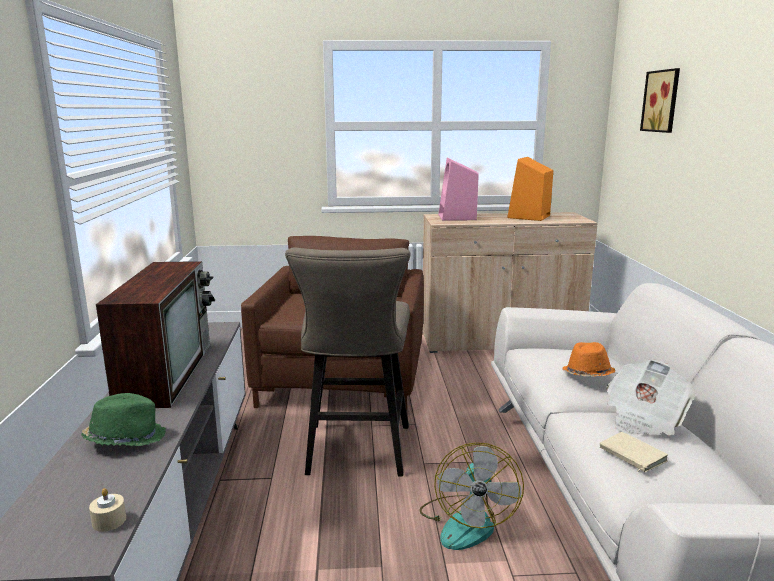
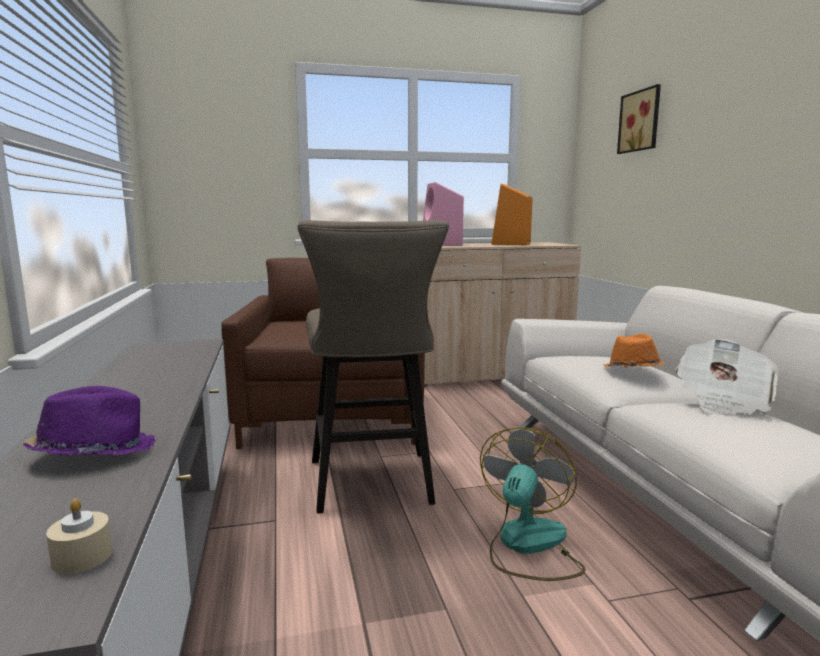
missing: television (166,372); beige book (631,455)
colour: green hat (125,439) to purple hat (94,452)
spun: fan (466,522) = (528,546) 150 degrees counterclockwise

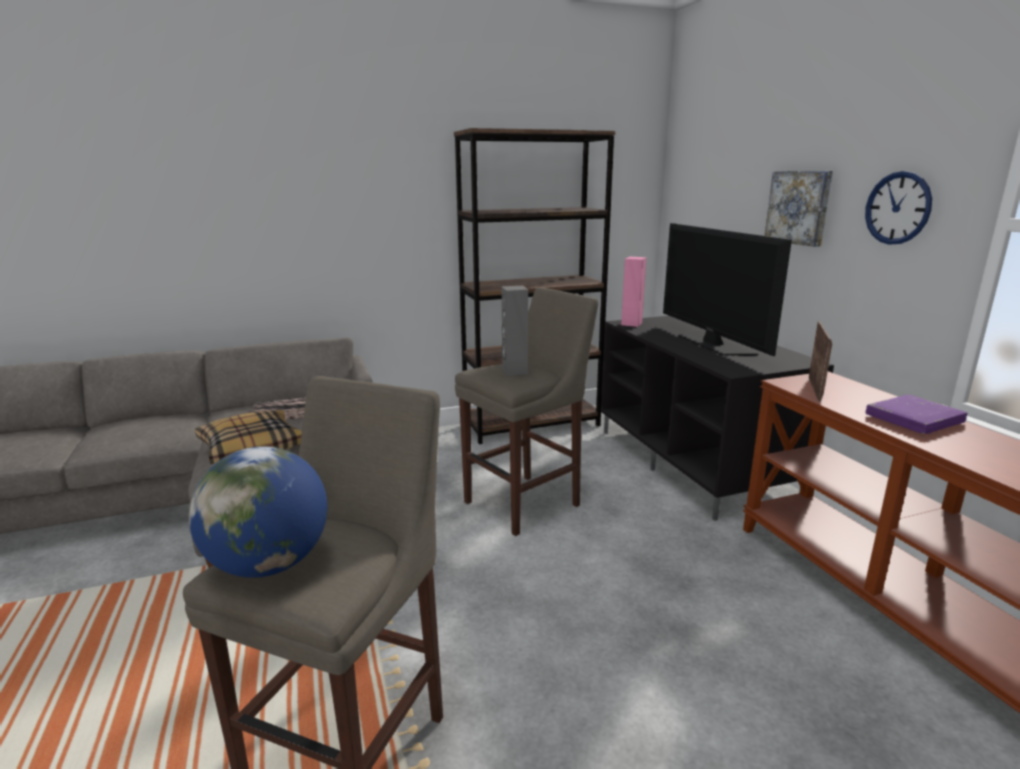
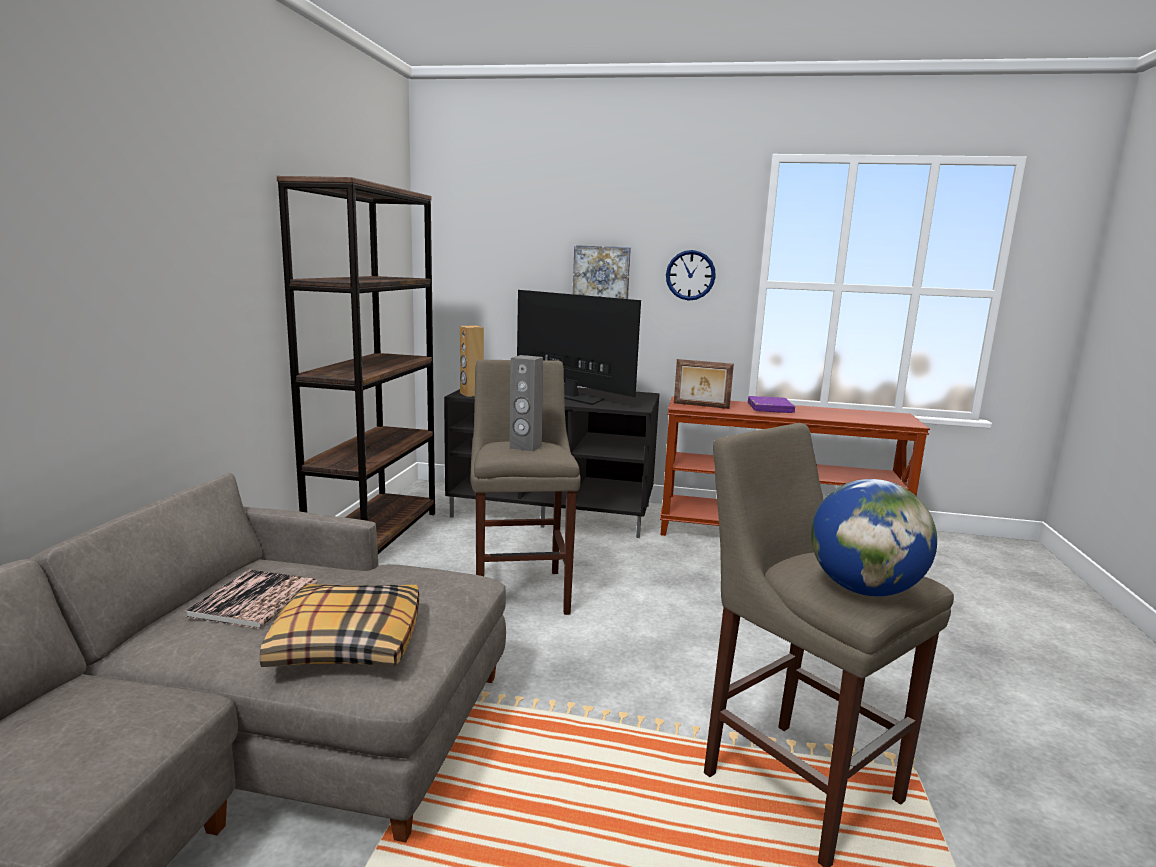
colour: pink speaker (631,324) to brown speaker (471,394)
spun: television (712,343) = (569,395) 150 degrees counterclockwise; picture frame (815,389) = (701,406) 150 degrees clockwise

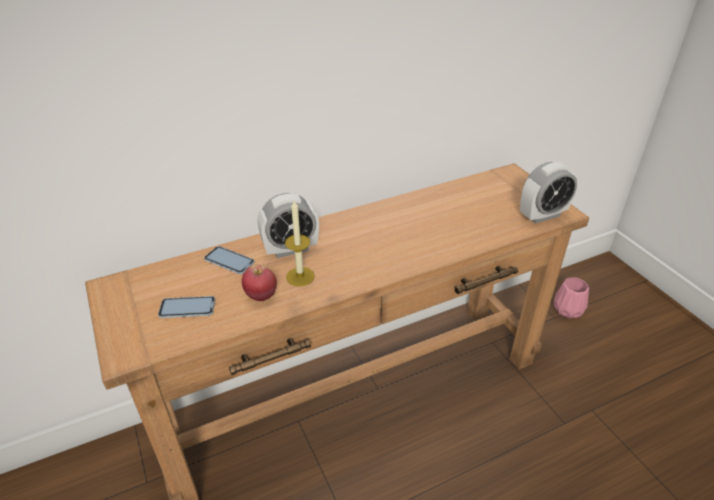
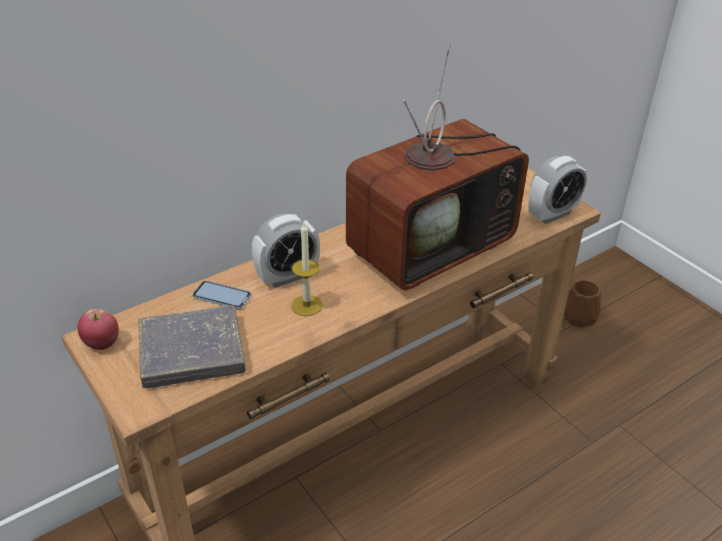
appeared: television (431,245)
relocated: apple (261,296) to (102,344)
exchanged: phone (187,308) to grey book (191,352)
colour: pink vase (568,309) to brown vase (579,317)

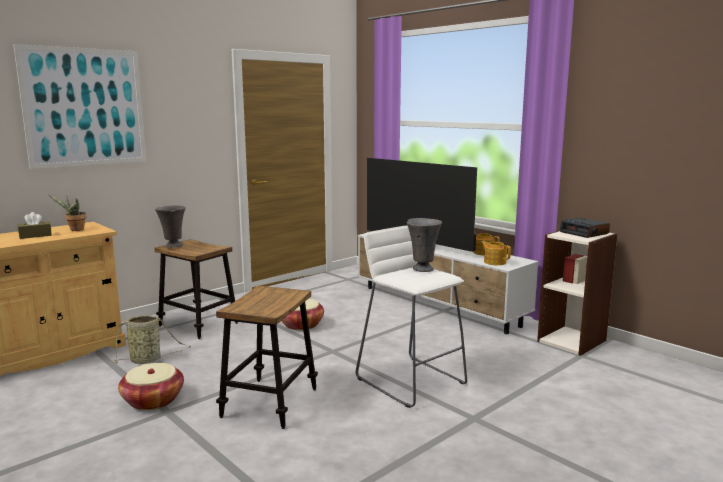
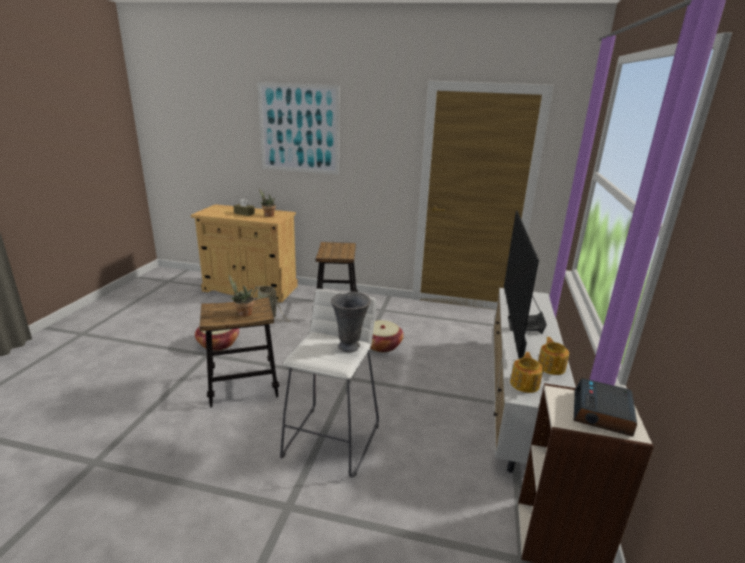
missing: grey vase (173,246)
appeared: potted plant (243,314)

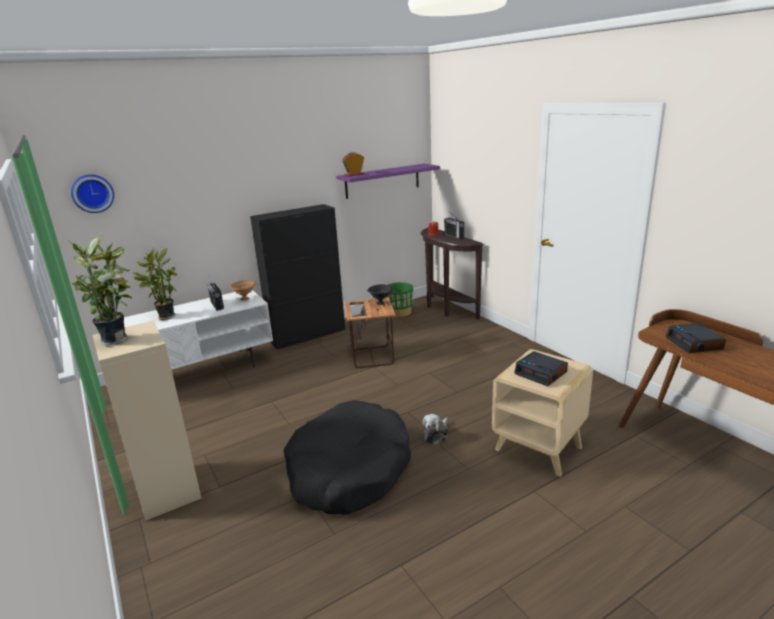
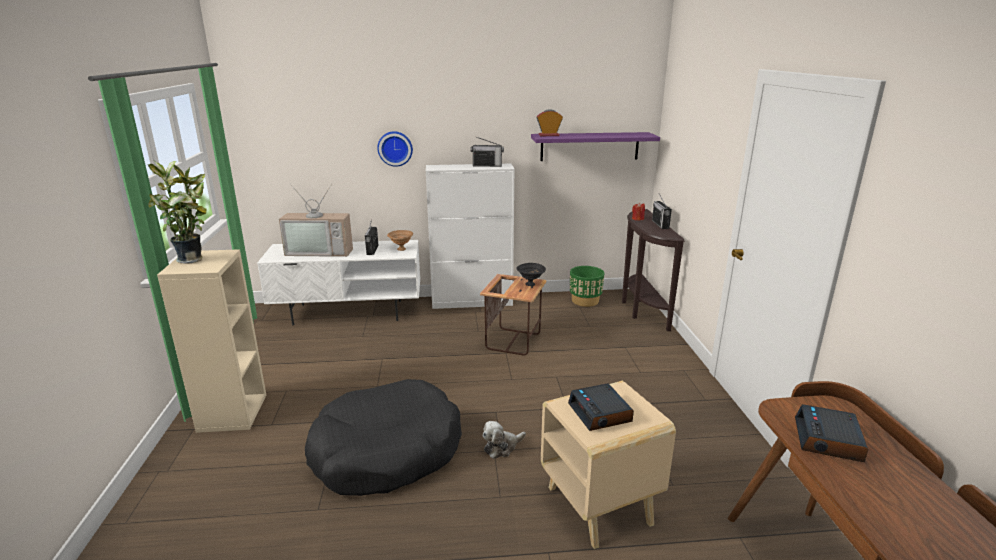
appeared: radio (487,165)
relocated: wall clock (92,193) to (395,148)
exchanged: potted plant (165,317) to television (321,251)
colour: black cabinet (308,335) to white cabinet (472,302)

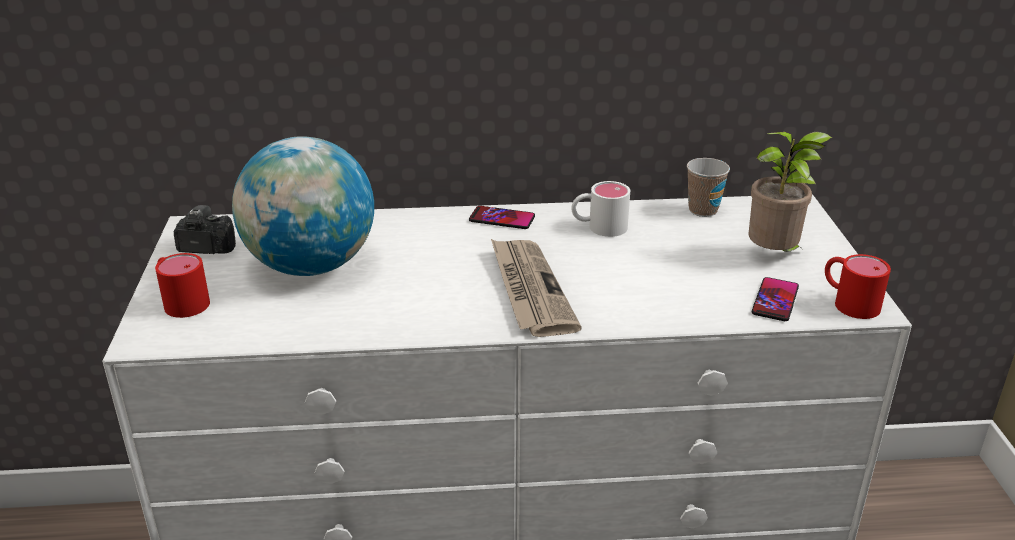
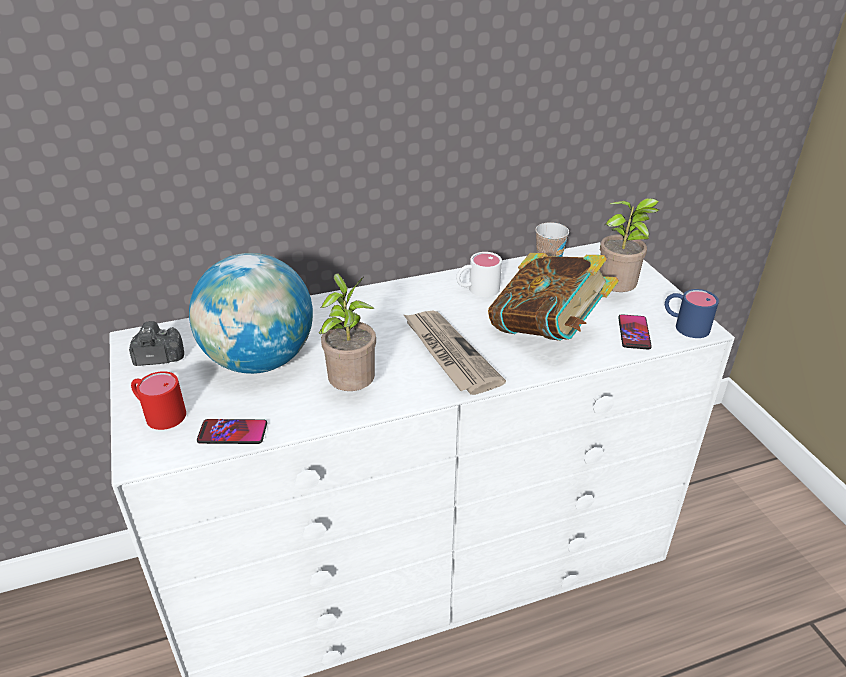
appeared: potted plant (352,389); book (547,332)
relocated: phone (502,219) to (232,432)
colour: red mug (848,301) to blue mug (684,325)

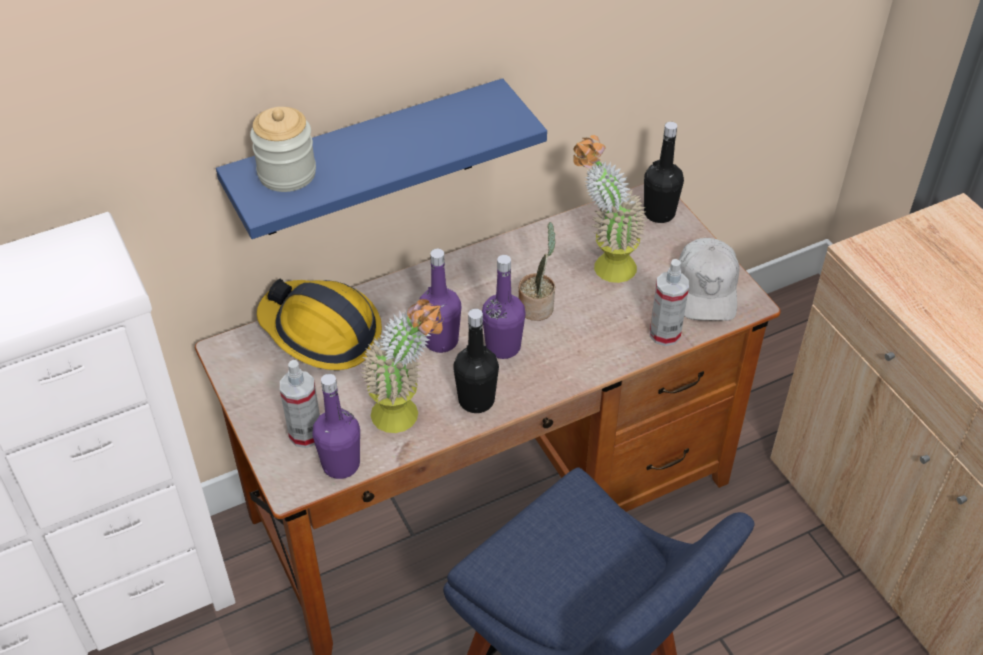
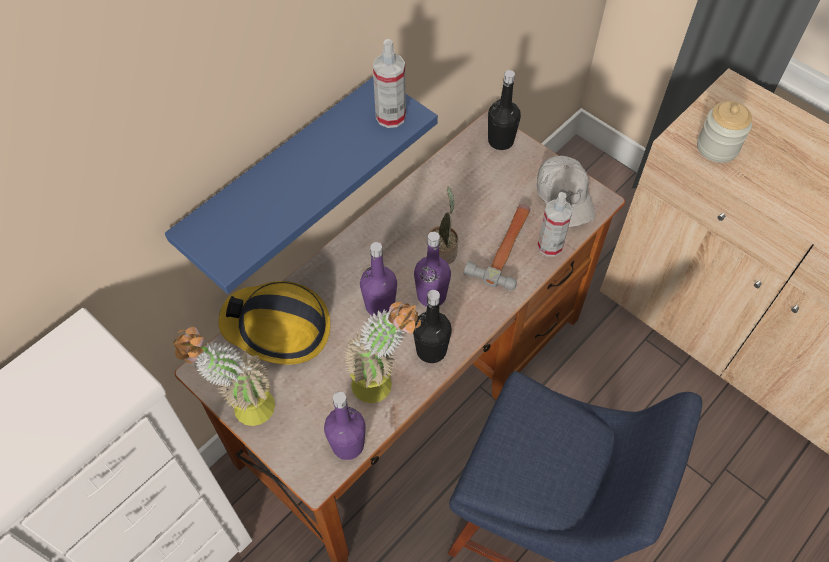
appeared: hammer (505,247)
relocated: jar (287,174) to (717,147); spray bottle (305,434) to (390,116); potted plant (603,265) to (243,408)

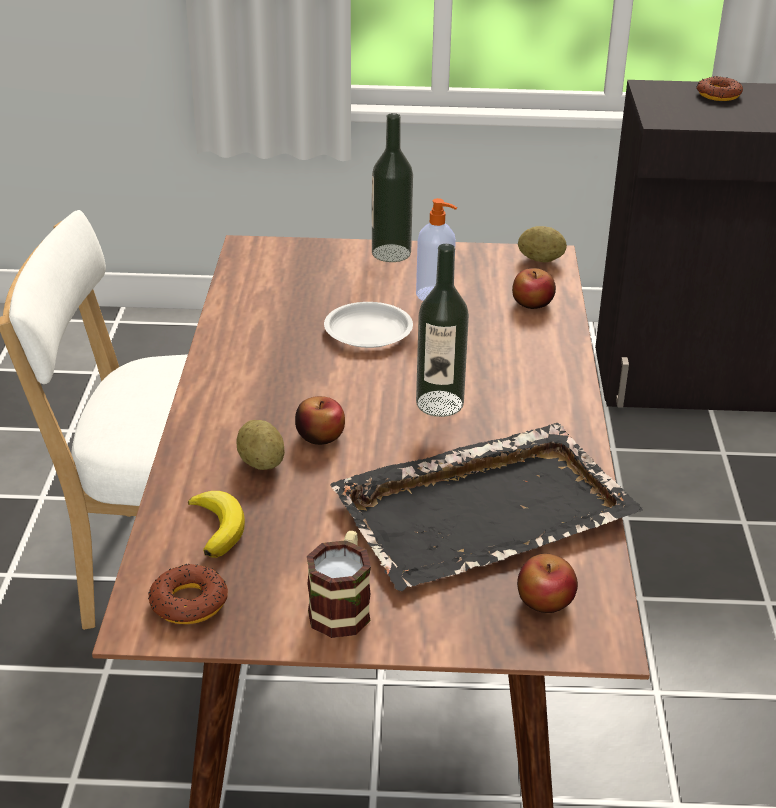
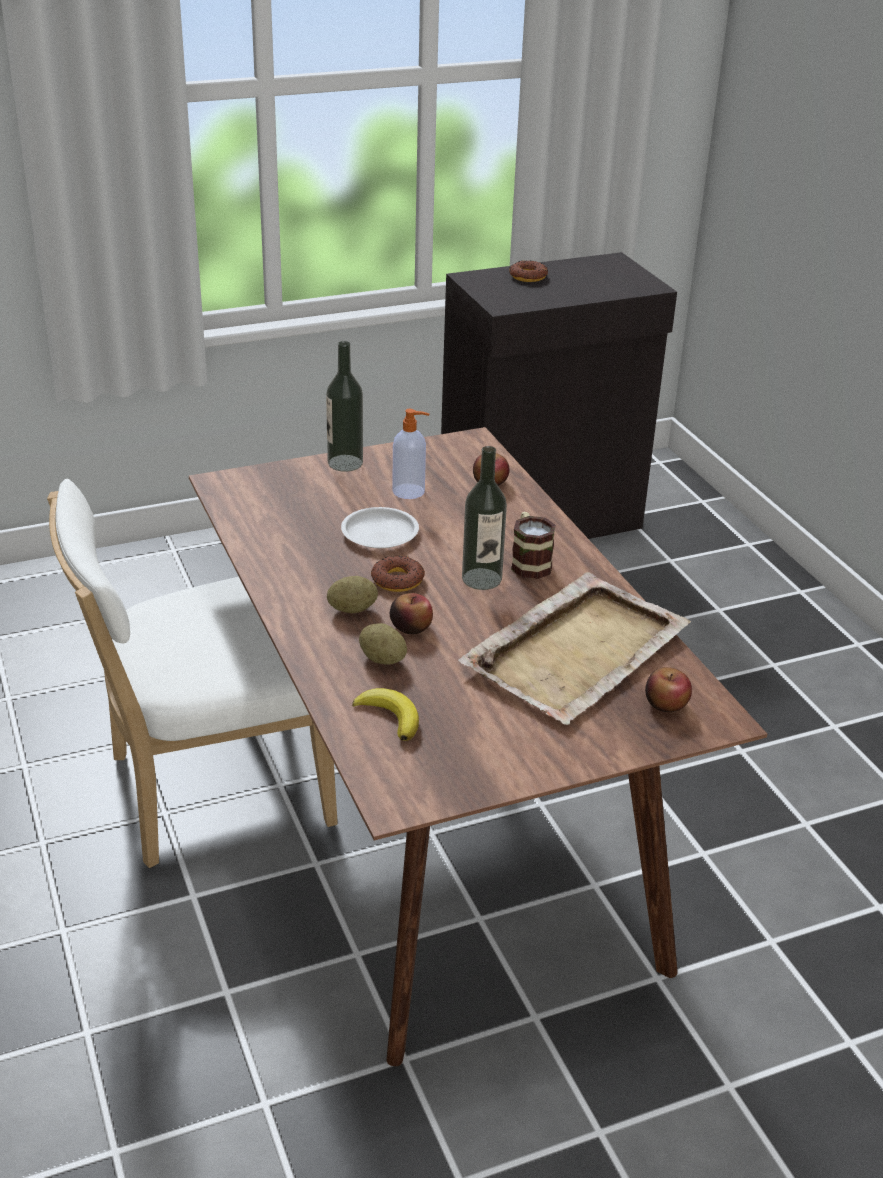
relocated: donut (189,602) to (397,580); mug (342,606) to (529,562); potato (540,260) to (352,609)
colour: black tray (487,510) to beige tray (578,650)

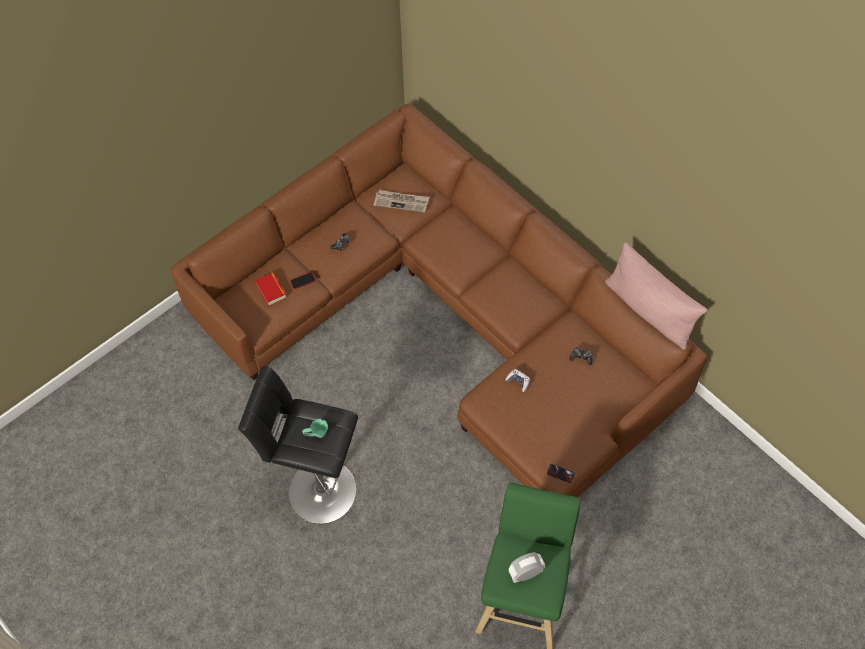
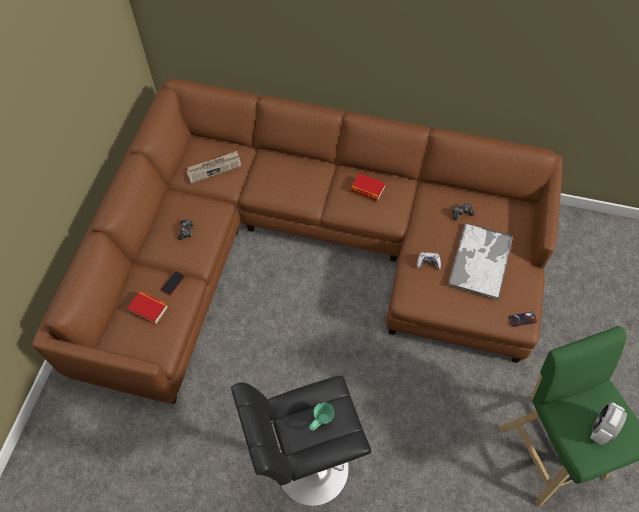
missing: pink pillow (649,311)
appeared: book (367,190); tray (480,260)

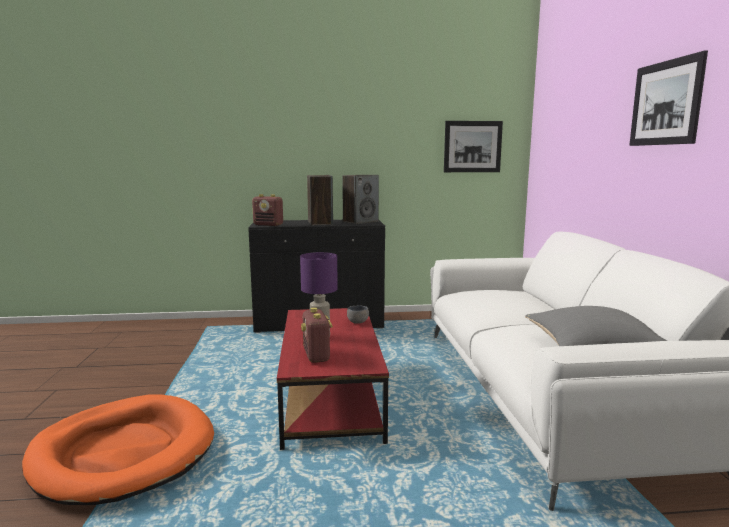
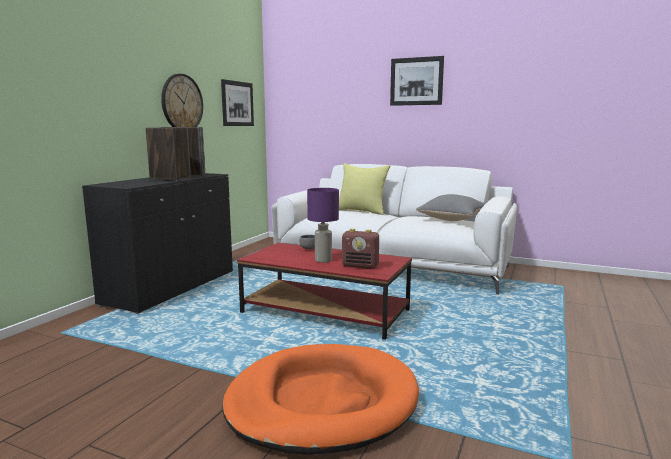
missing: radio (268,225)
appeared: wall clock (182,103); yellow pillow (362,211)

